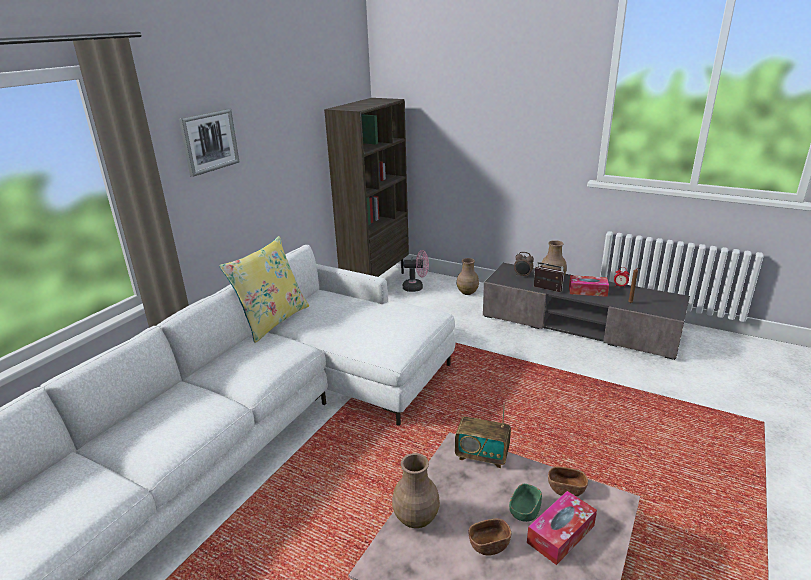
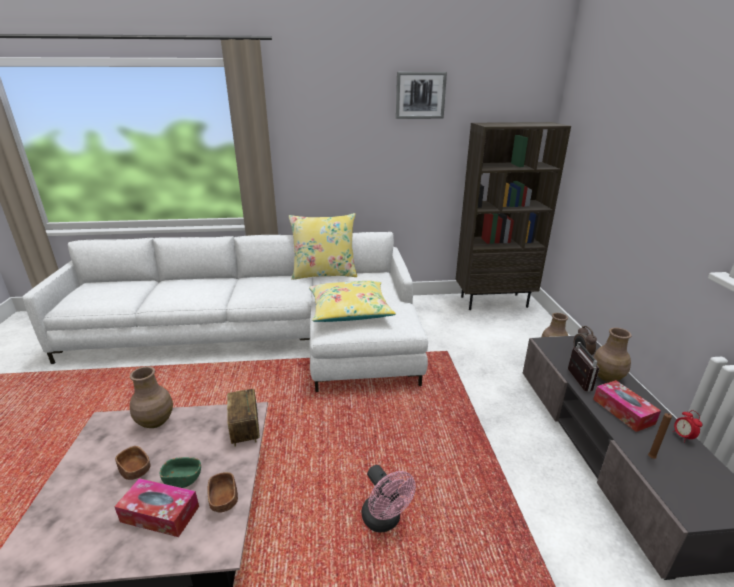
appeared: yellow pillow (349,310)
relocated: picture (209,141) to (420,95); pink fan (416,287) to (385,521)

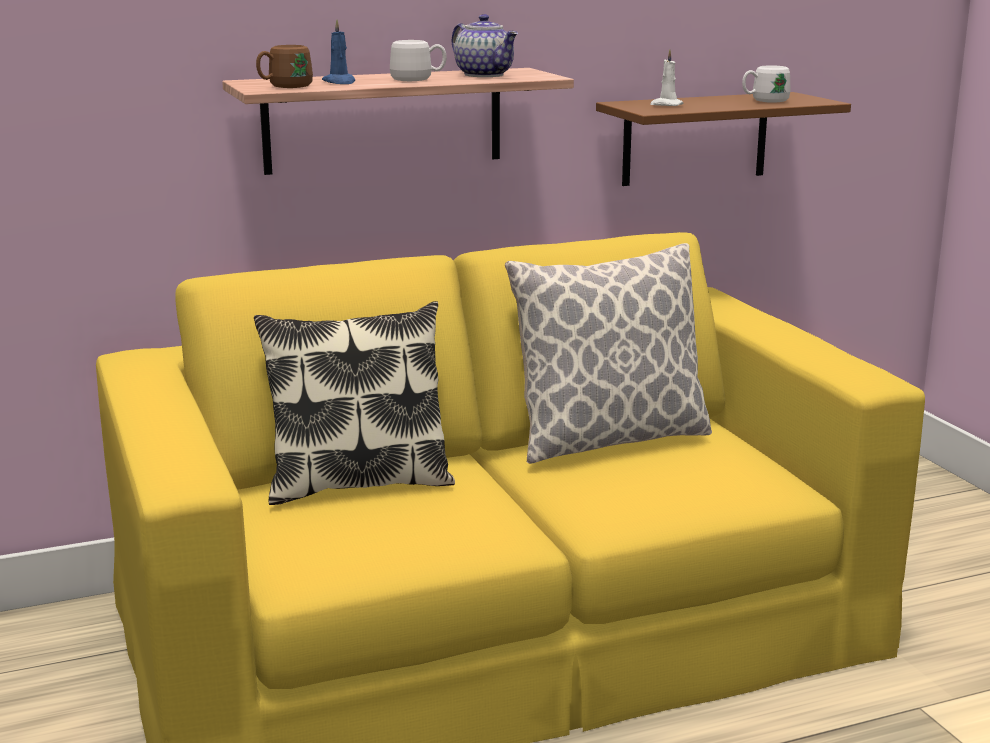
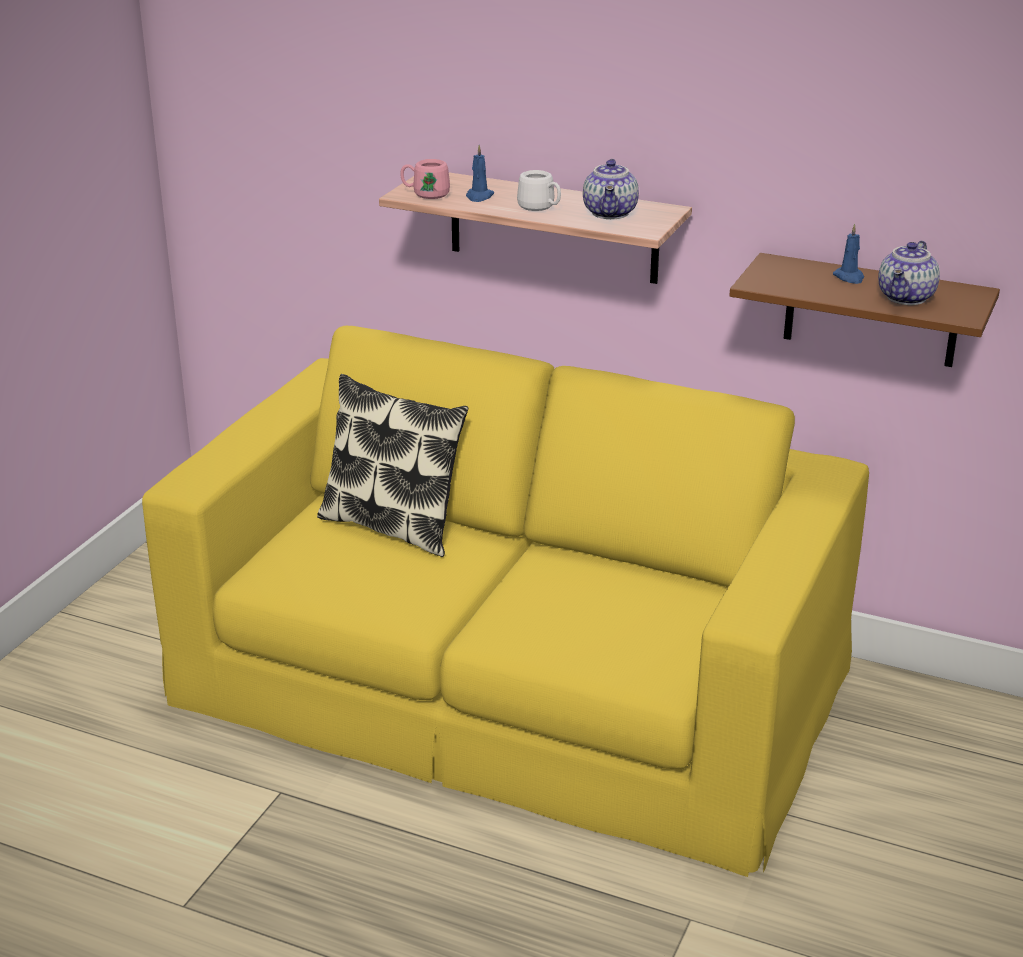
missing: pillow (609,439); white candle (666,105)
appeared: blue candle (849,277)
exchanged: white mug (764,101) to teapot (907,298)
colour: brown mug (284,87) to pink mug (425,194)

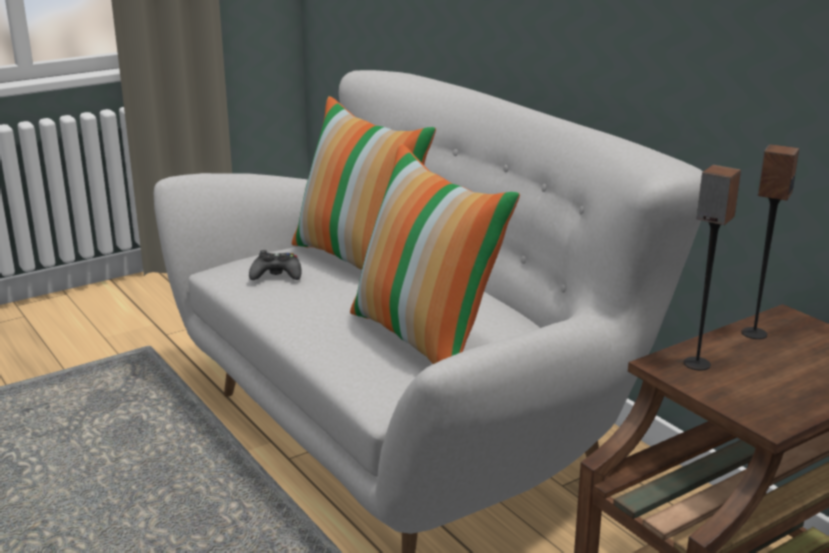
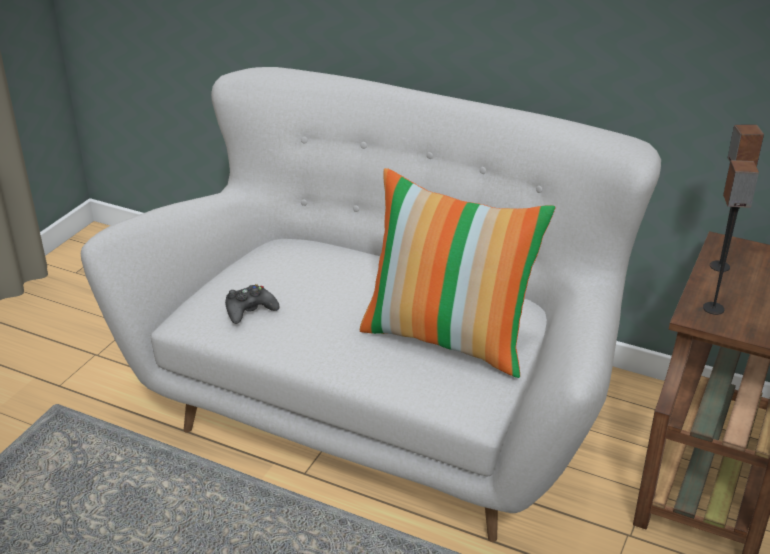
missing: pillow (359,261)

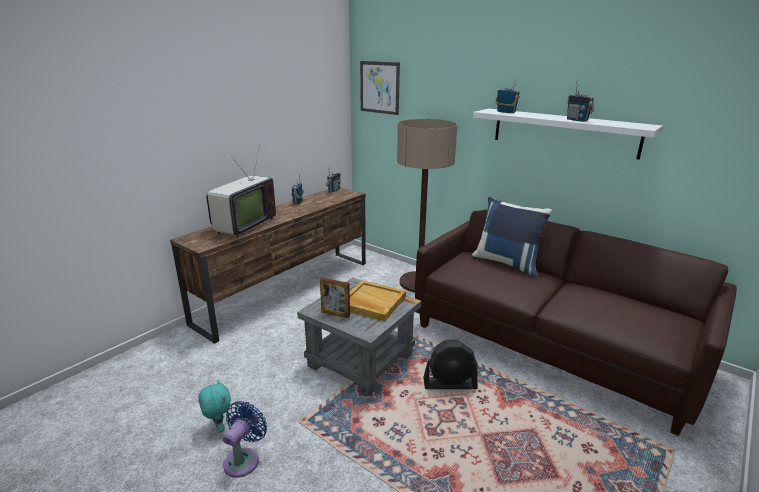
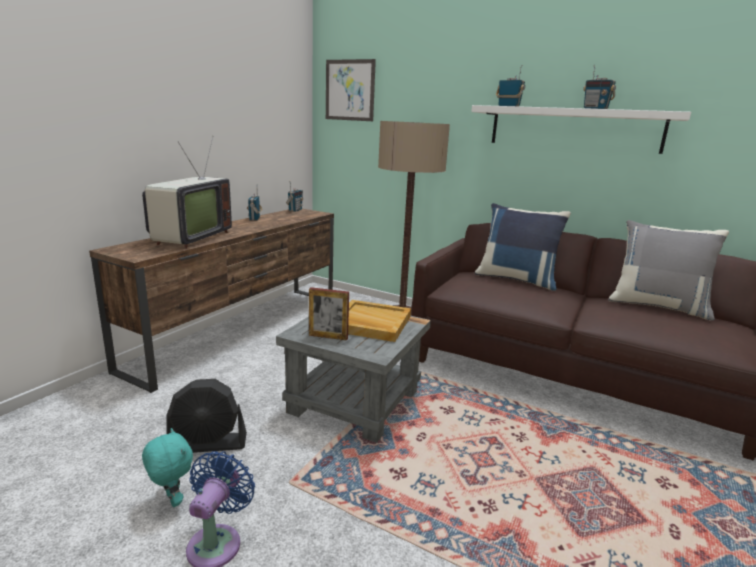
appeared: grey pillow (658,306)
relocated: black fan (450,384) to (208,444)

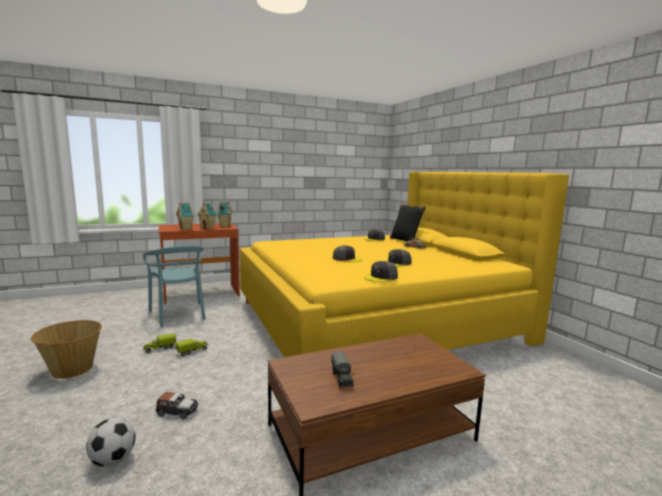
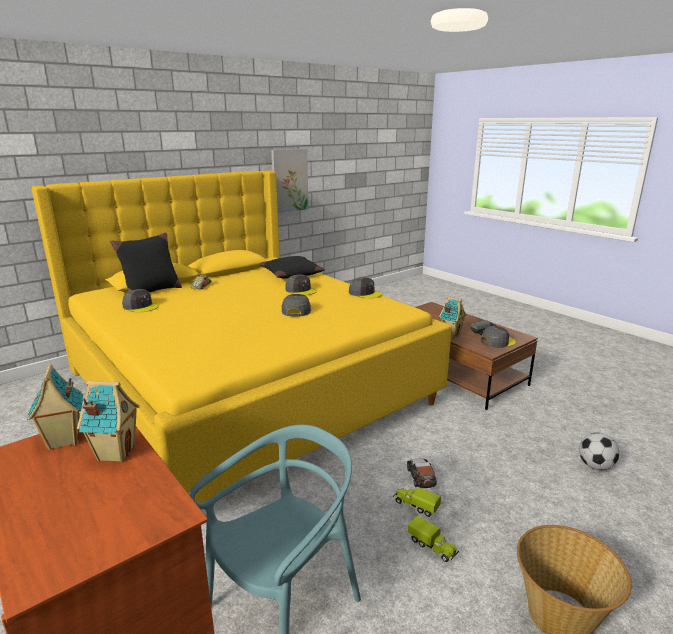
appeared: black pillow (291,274); picture (289,180); grey cap (497,342)
relocated: toy car (177,411) to (421,477); toy house (186,229) to (450,334)

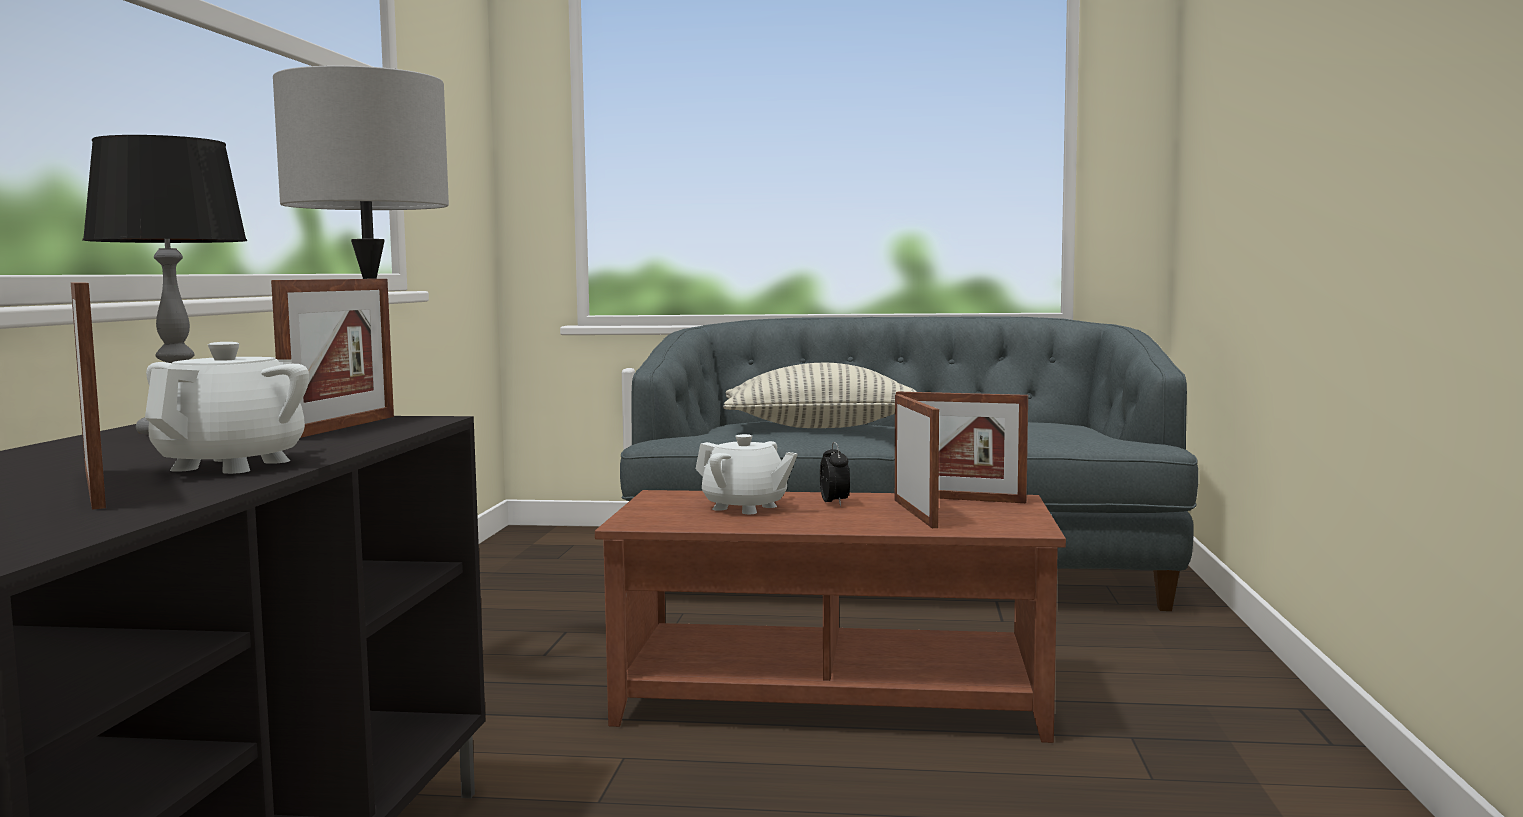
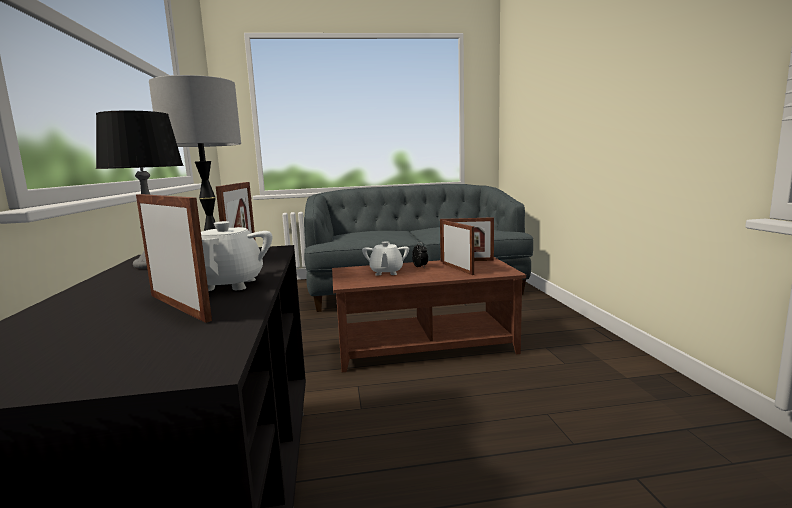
missing: pillow (822,427)
spun: white teapot (745,507) = (386,272) 75 degrees clockwise

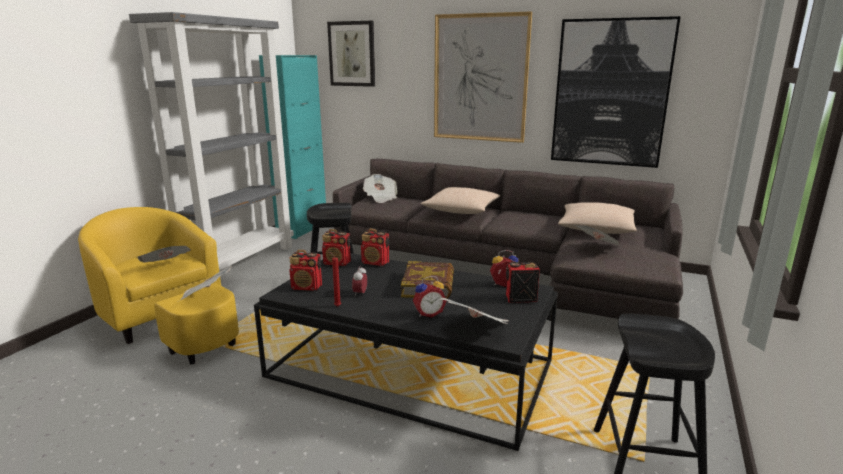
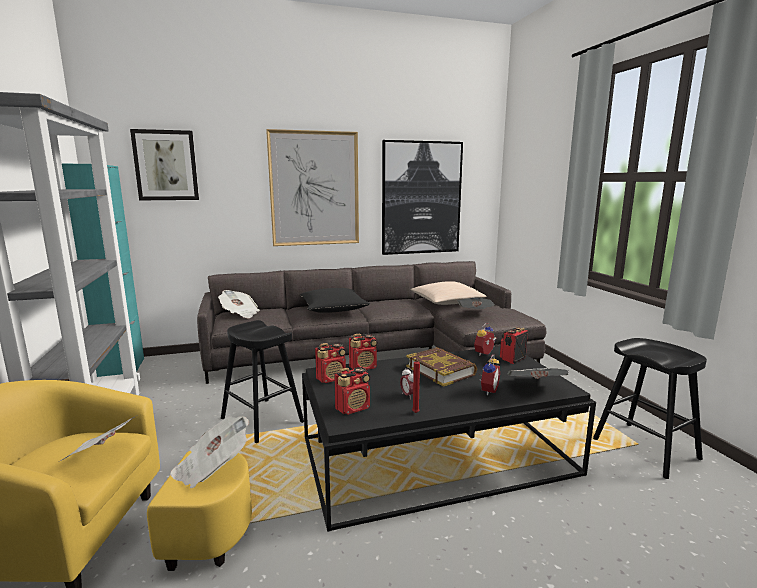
colour: beige pillow (461,210) to black pillow (333,309)

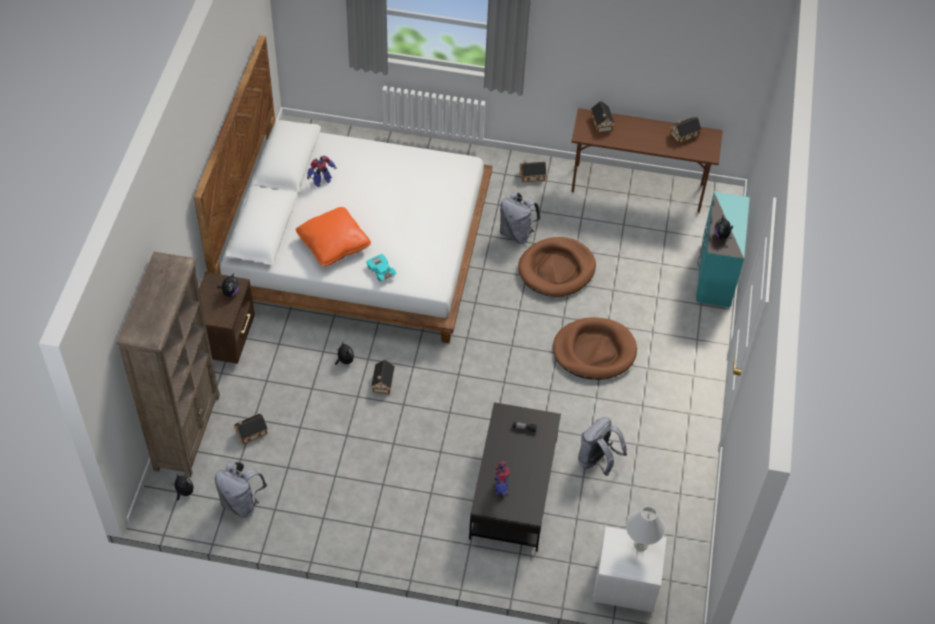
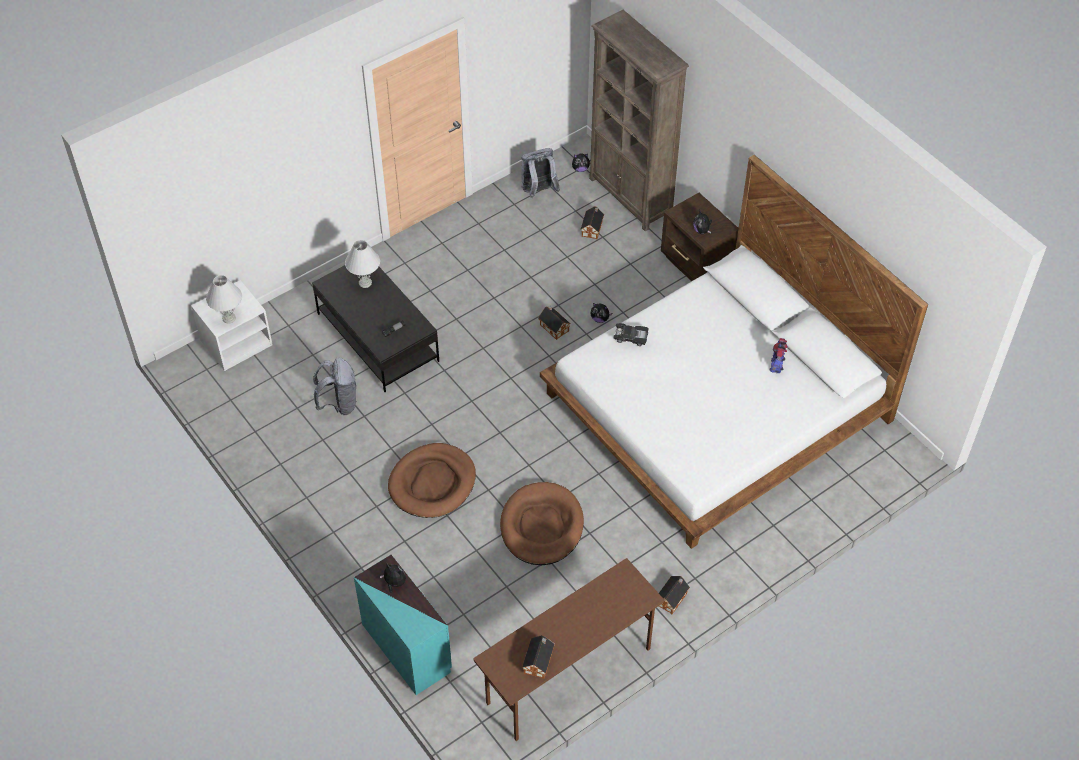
missing: orange pillow (333,244); grey backpack (516,233); toy house (601,124)
exchanged: toy robot (501,487) to white table lamp (365,283)
colour: turquoise toy car (381,271) to black toy car (630,337)

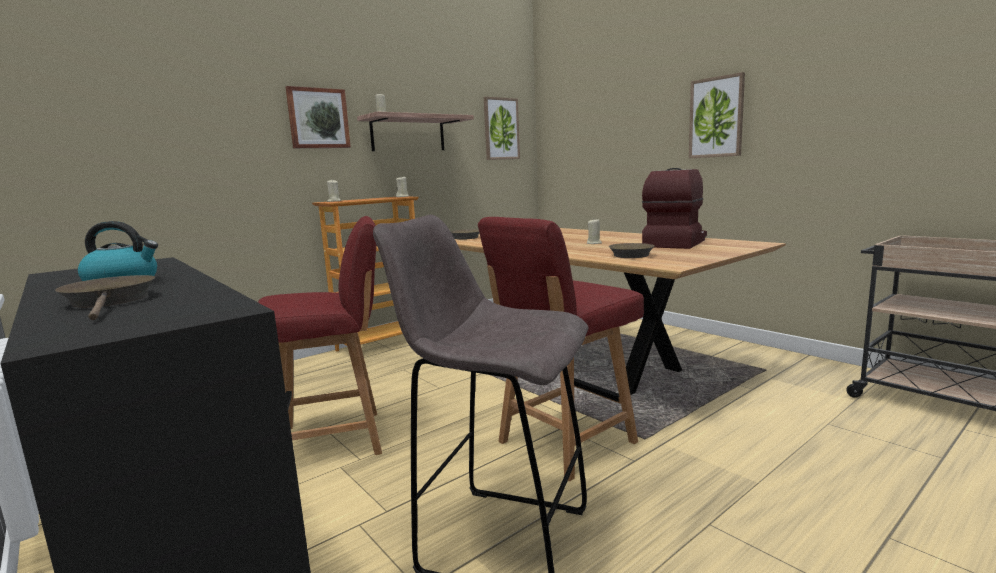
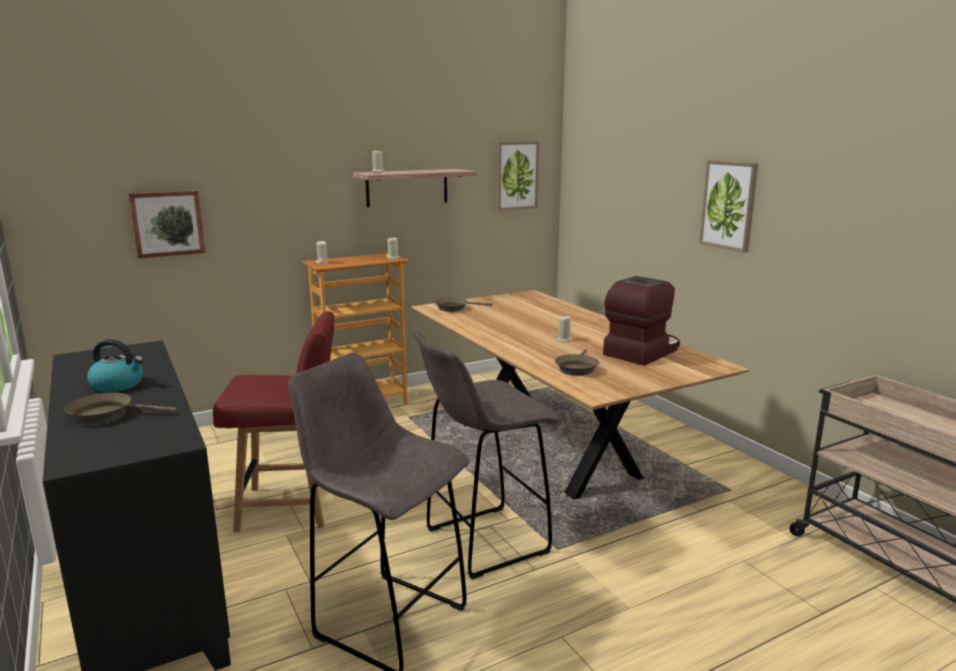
relocated: picture (318,118) to (167,223)
exchanged: red chair (564,443) to grey stool (483,542)
spun: brown frying pan (110,301) = (107,415) 75 degrees counterclockwise

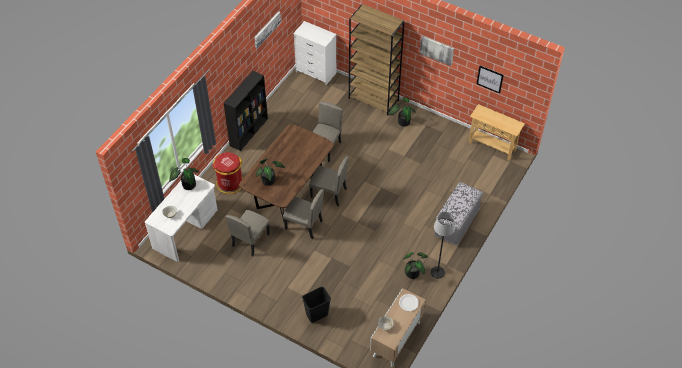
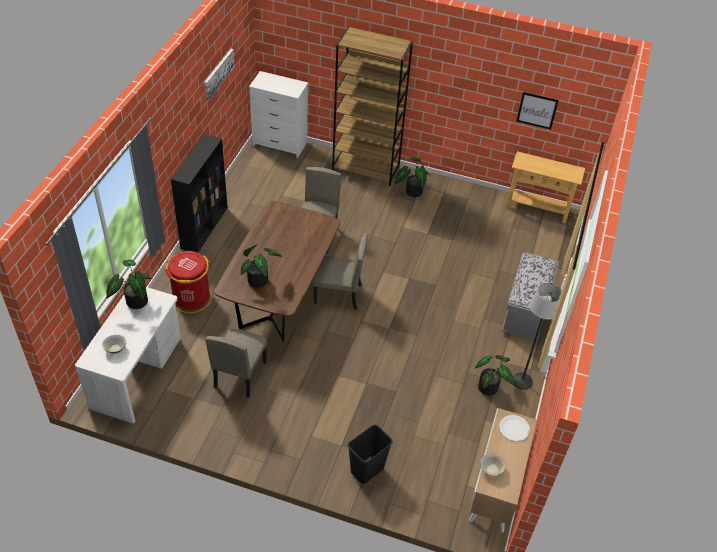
missing: beige chair (304,225); picture (437,50)

